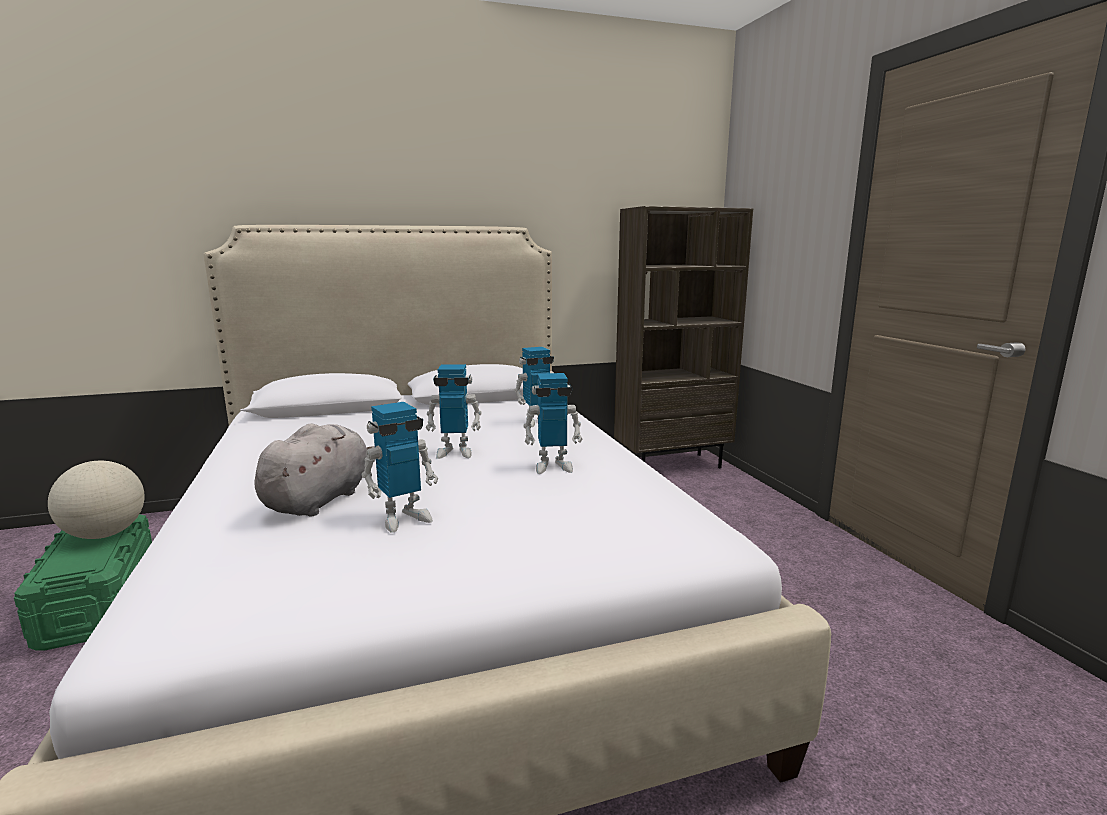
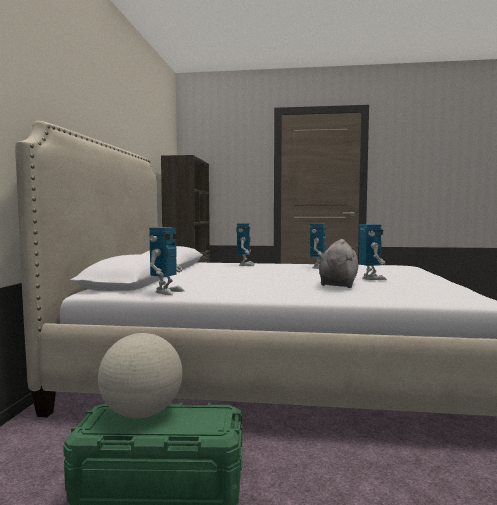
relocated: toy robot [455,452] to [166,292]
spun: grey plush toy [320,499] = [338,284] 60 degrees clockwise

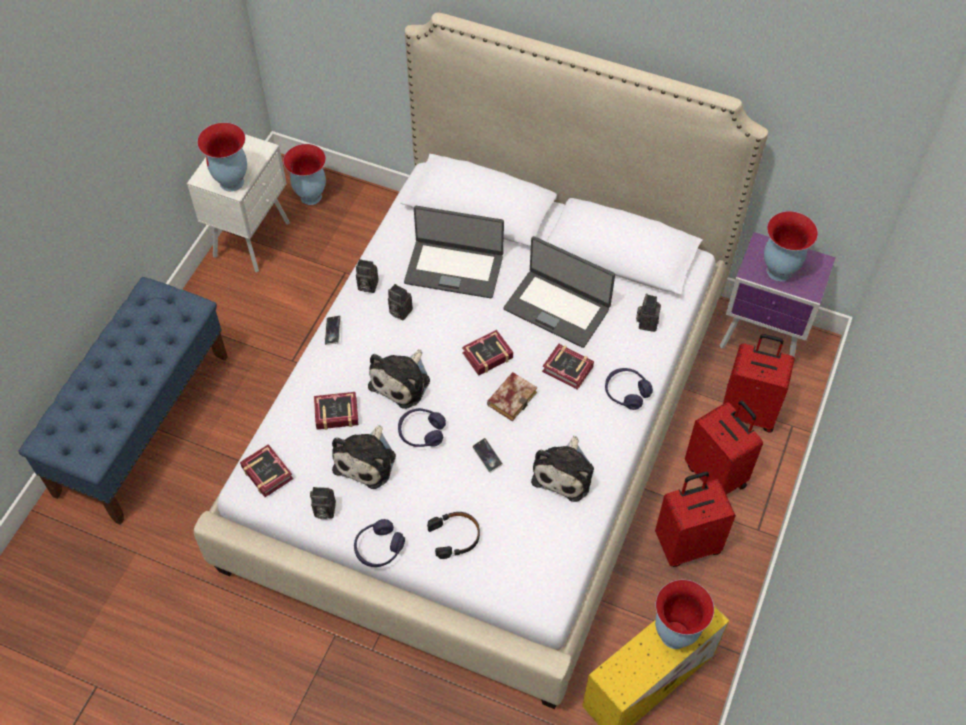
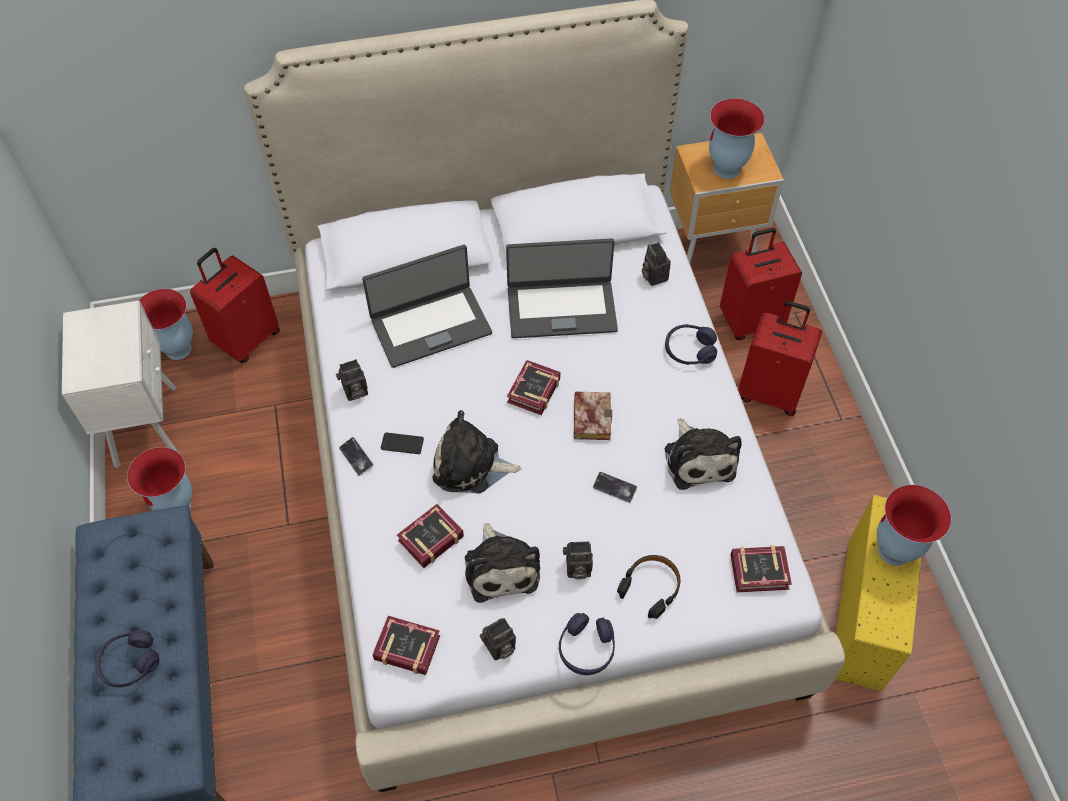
appeared: phone [402,443]
relocated: vase [232,183] to [177,507]; photo camera [399,311] to [576,569]; purple headphones [421,432] to [130,663]; book [568,371] to [762,573]; red suitcase [687,544] to [246,339]
colour: purple nightstand [763,341] to brown nightstand [713,253]
spun: plush toy [402,381] = [471,466] 105 degrees clockwise

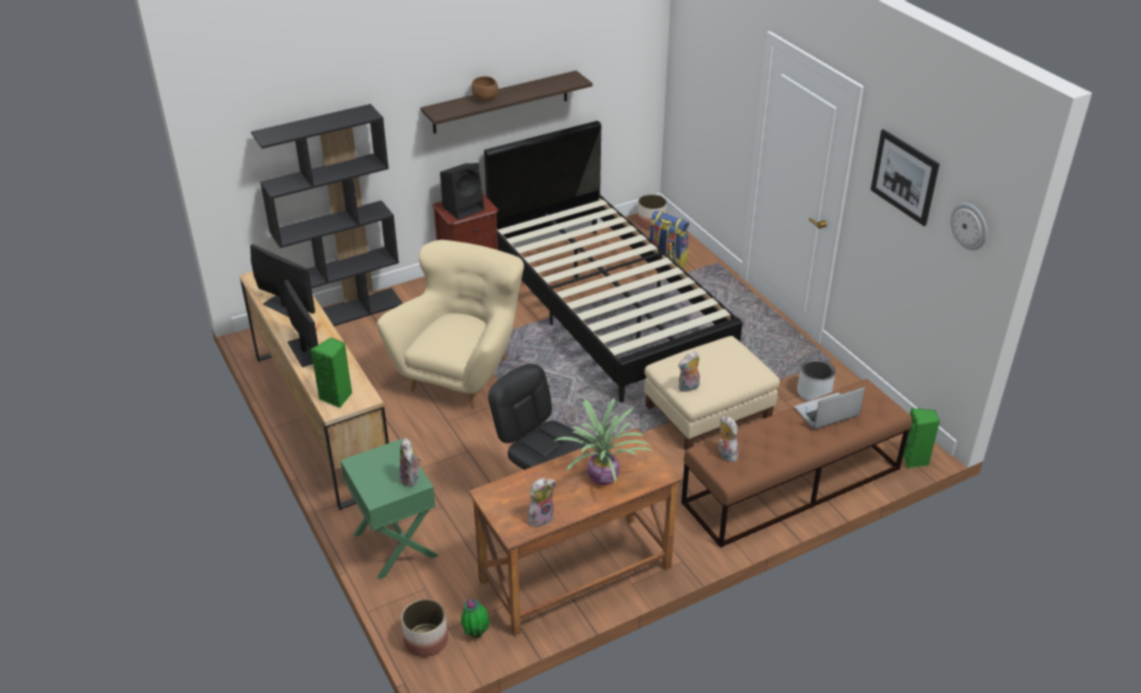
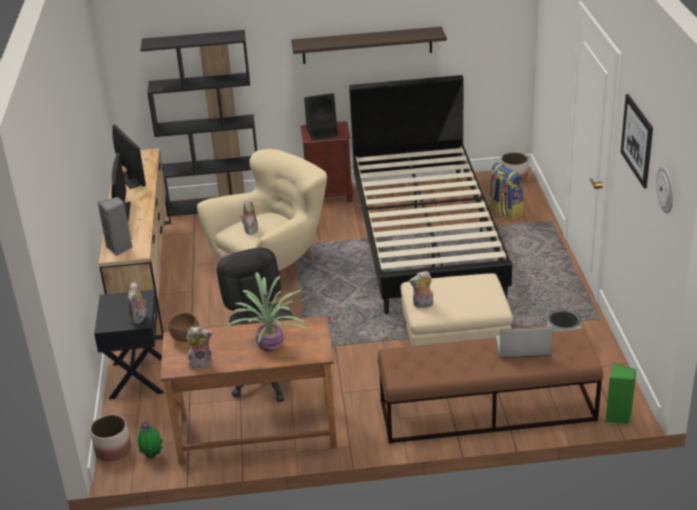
relocated: brown bowl [486,99] to [186,338]; plush toy [725,454] to [250,229]
colour: green speaker [337,397] to grey speaker [120,248]; green nightstand [394,545] to black nightstand [136,378]

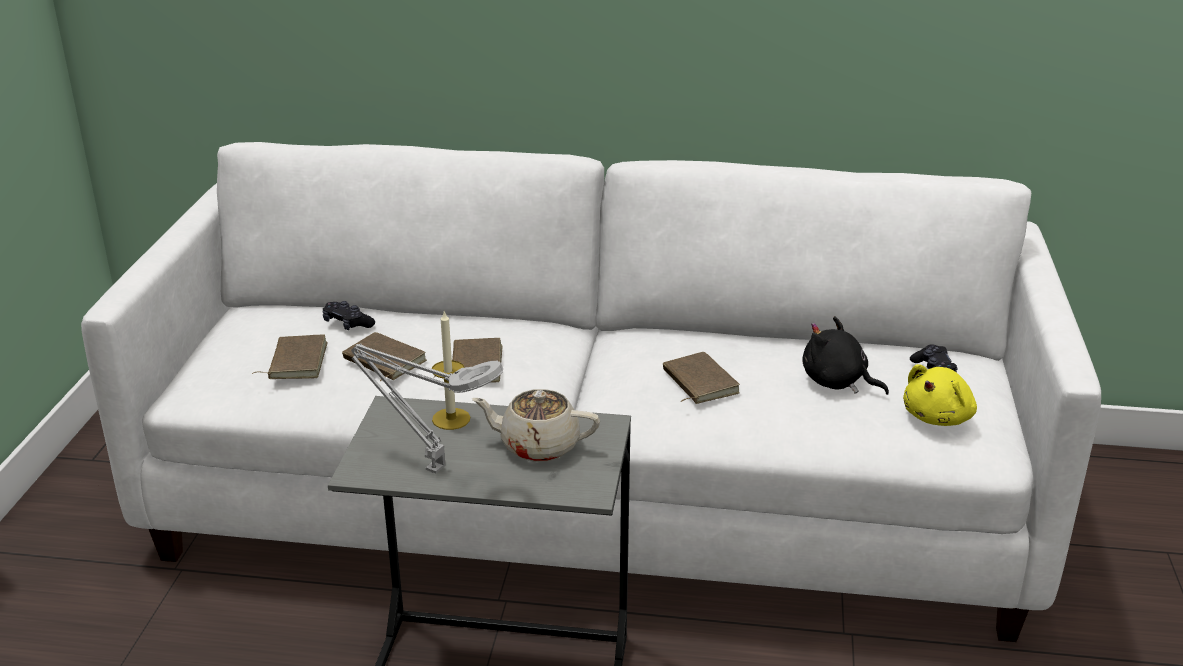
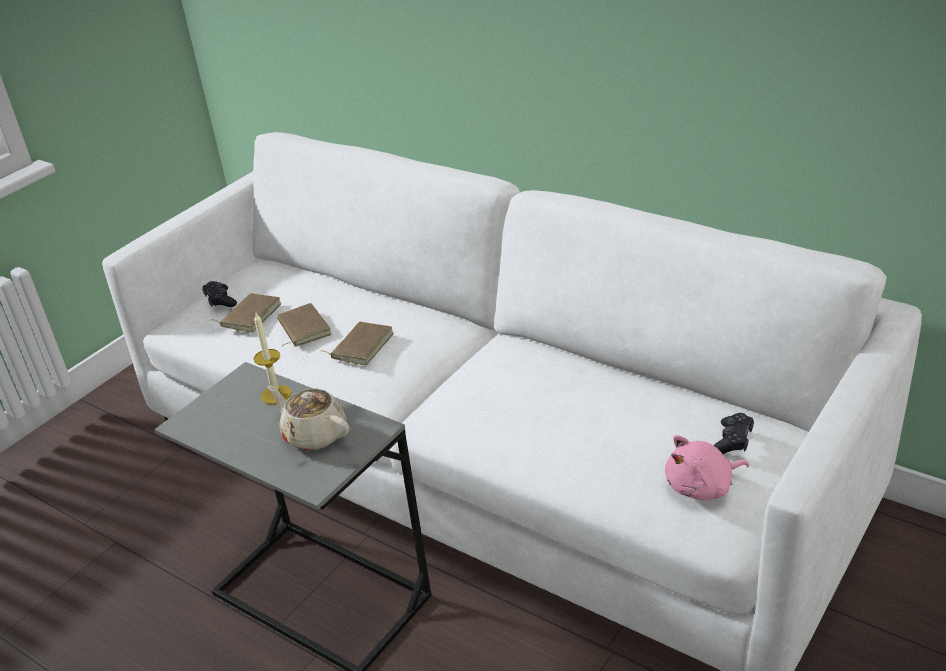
missing: grey table lamp [431,467]; brown book [697,382]; black plush toy [837,382]
relocated: black game controller [347,324] to [220,300]
colour: yellow plush toy [939,417] to pink plush toy [702,487]

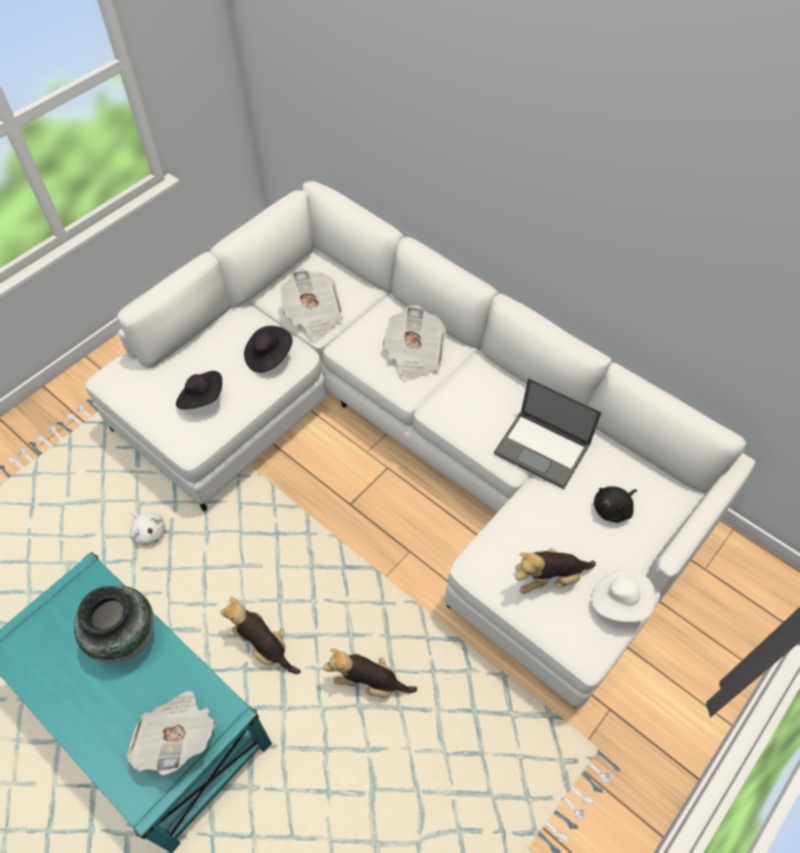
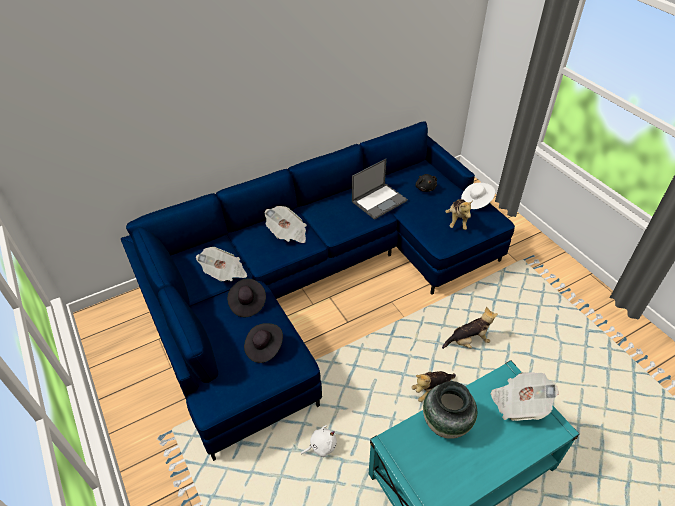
colour: white sofa [408,443] to blue sofa [316,282]
spun: plush toy [369,682] = [468,341] 135 degrees counterclockwise

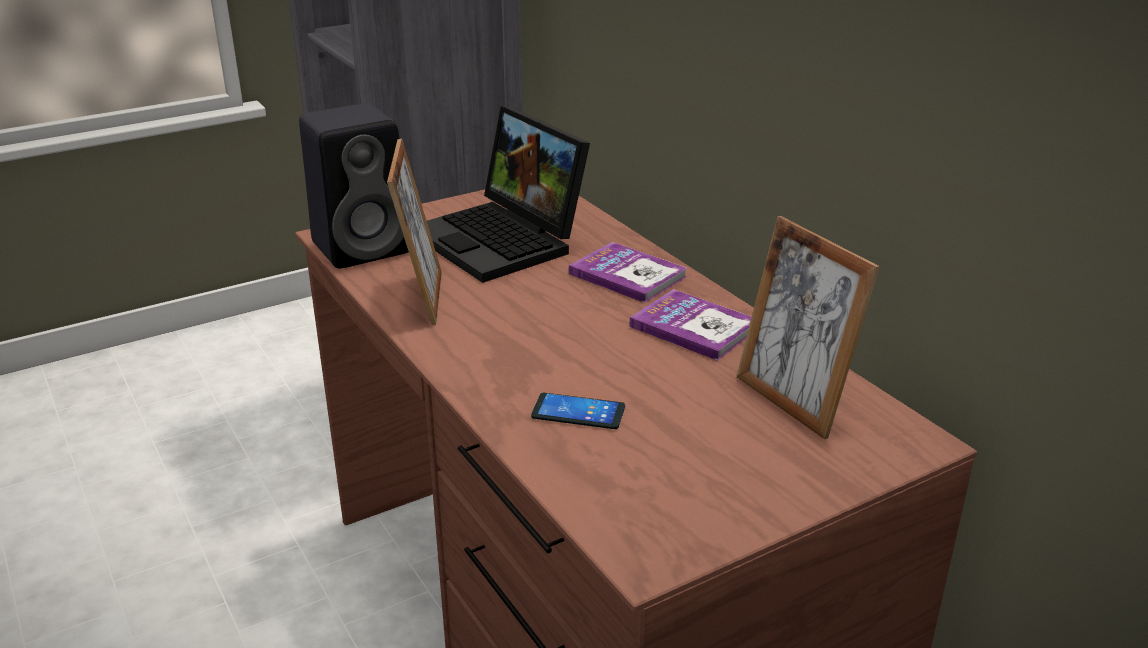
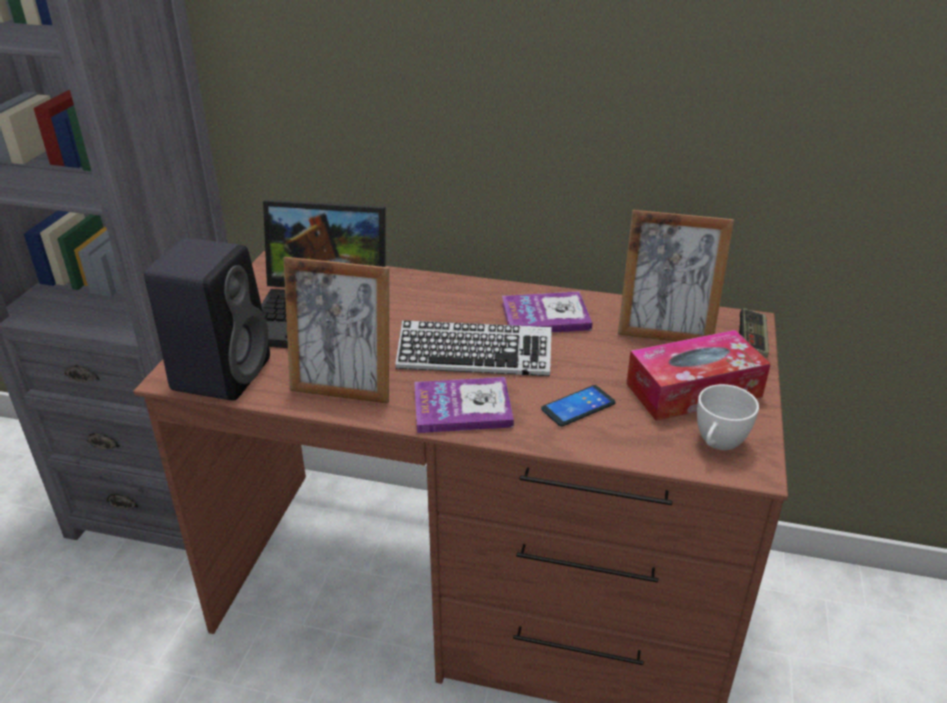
appeared: keyboard [474,356]; tissue box [693,390]; white cup [717,444]; game controller [752,342]
relocated: book [627,275] to [462,407]
spun: picture frame [421,298] = [343,388] 150 degrees clockwise

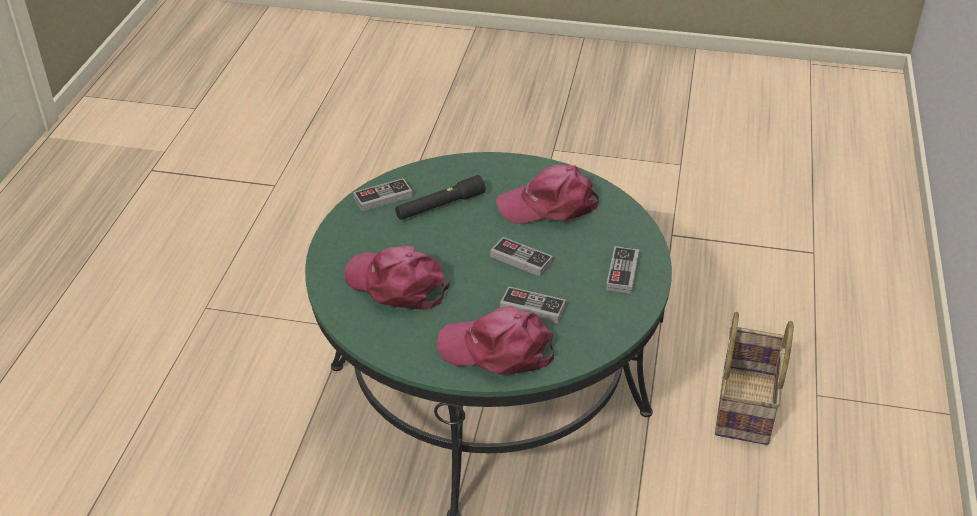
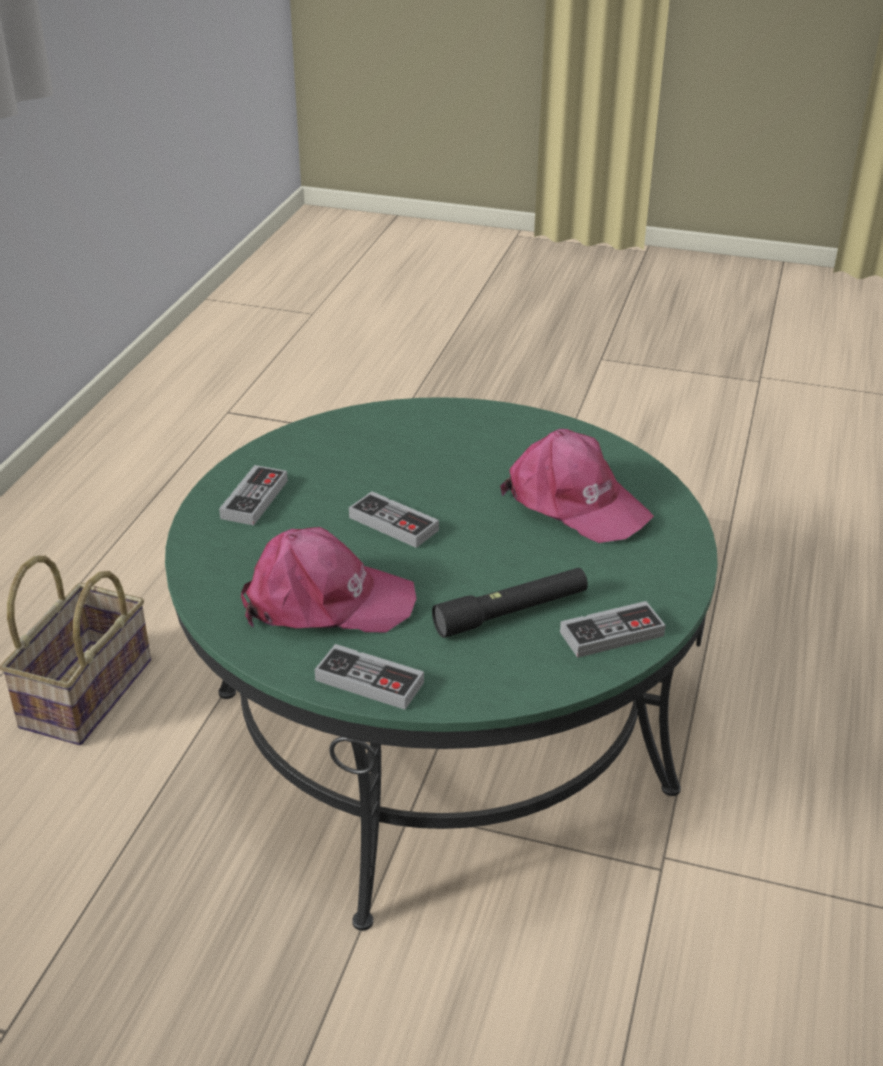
missing: pink cap [497,349]
relocated: game controller [532,307] to [369,681]

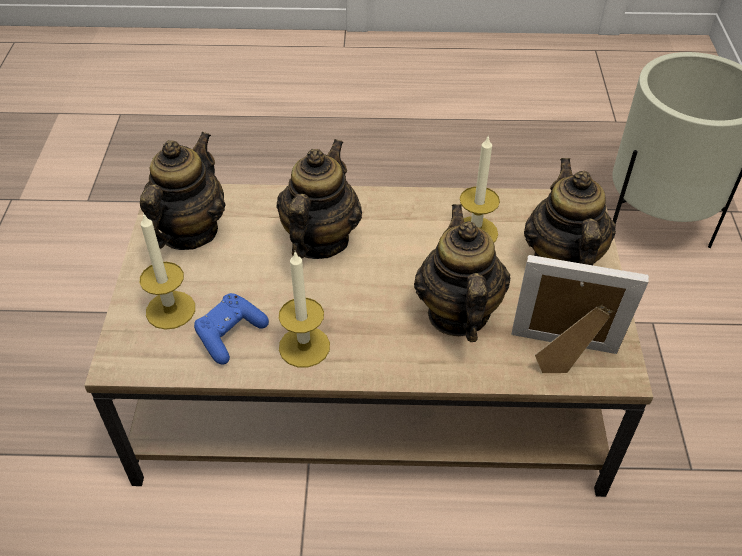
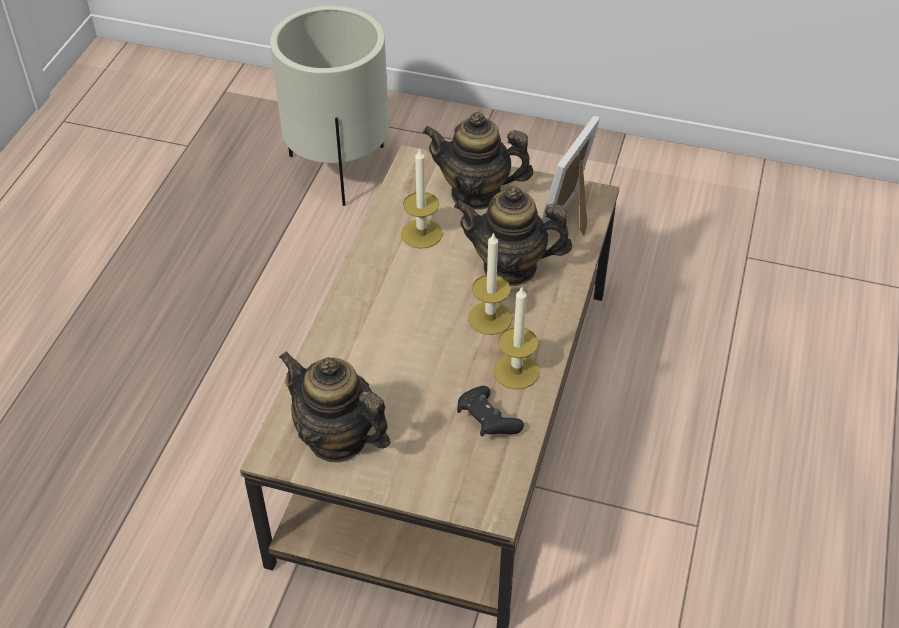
missing: teapot [319,240]
relocated: candle [170,310] to [490,318]
colour: blue game controller [230,335] to black game controller [487,421]

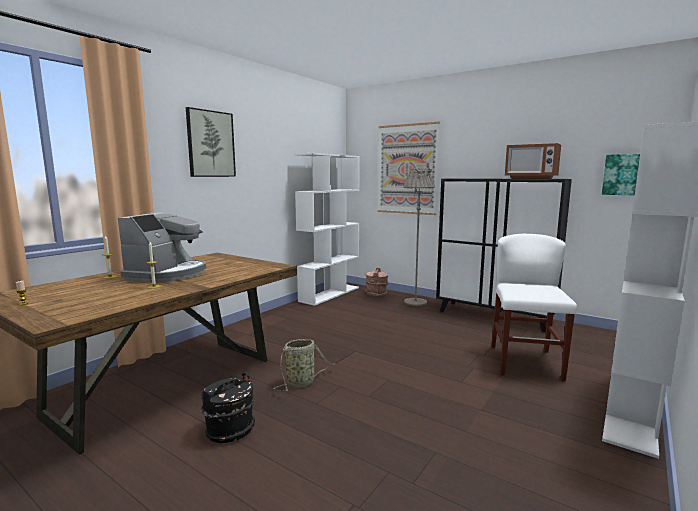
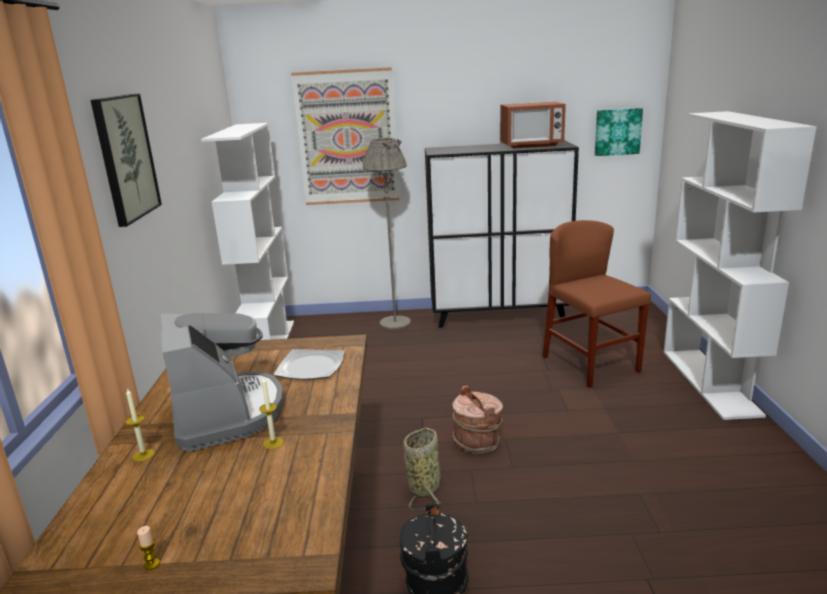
appeared: plate [311,367]
relocated: brown bucket [376,293] to [477,442]
colour: white chair [525,362] to brown chair [590,364]

